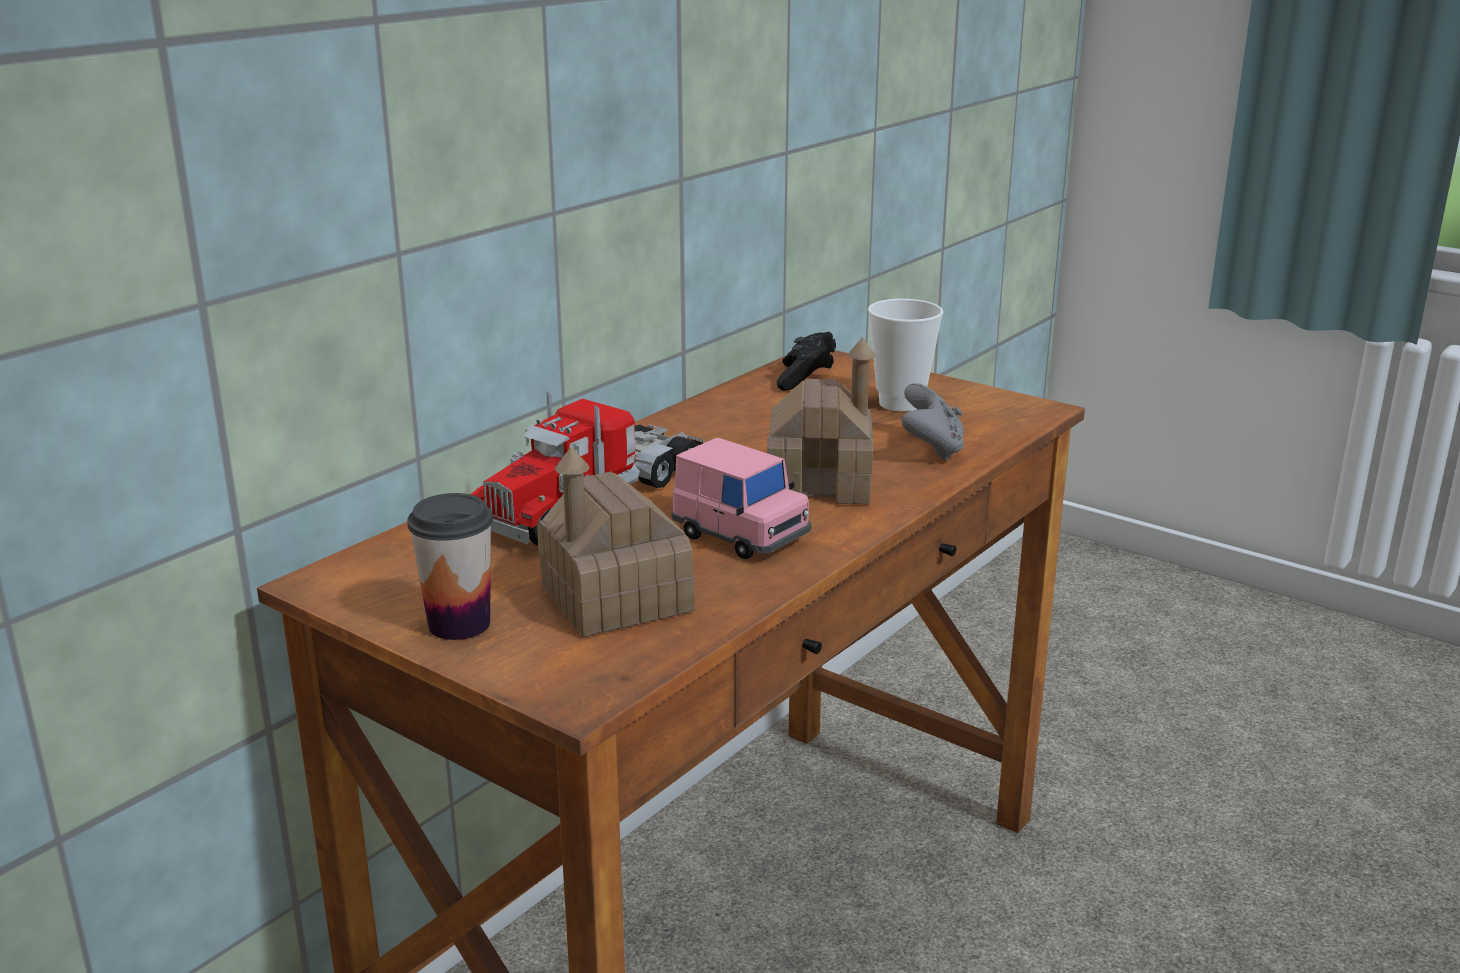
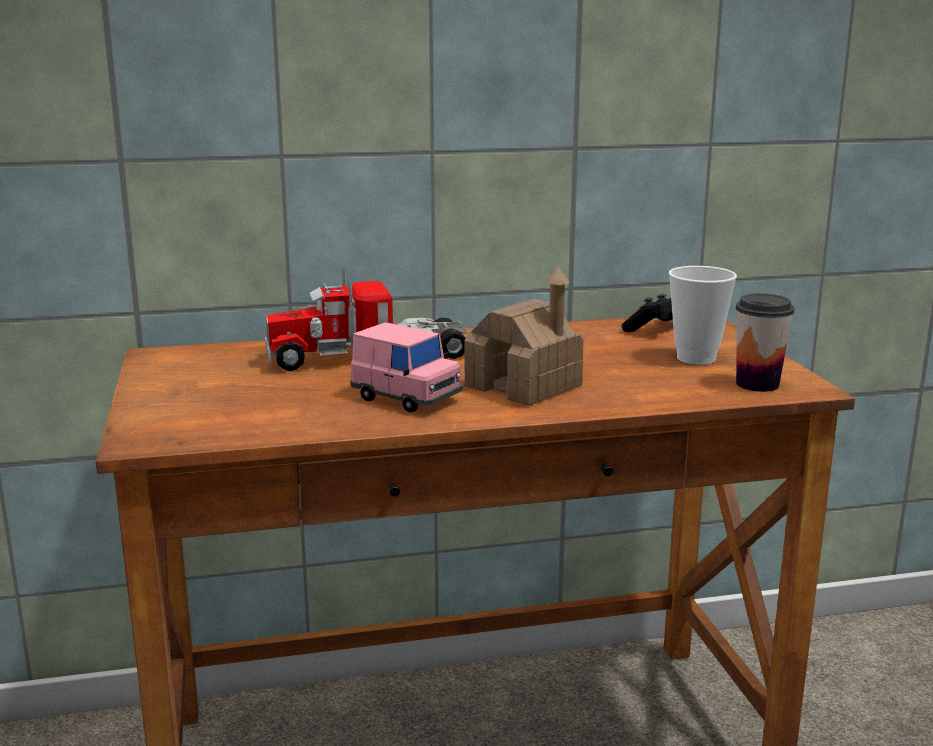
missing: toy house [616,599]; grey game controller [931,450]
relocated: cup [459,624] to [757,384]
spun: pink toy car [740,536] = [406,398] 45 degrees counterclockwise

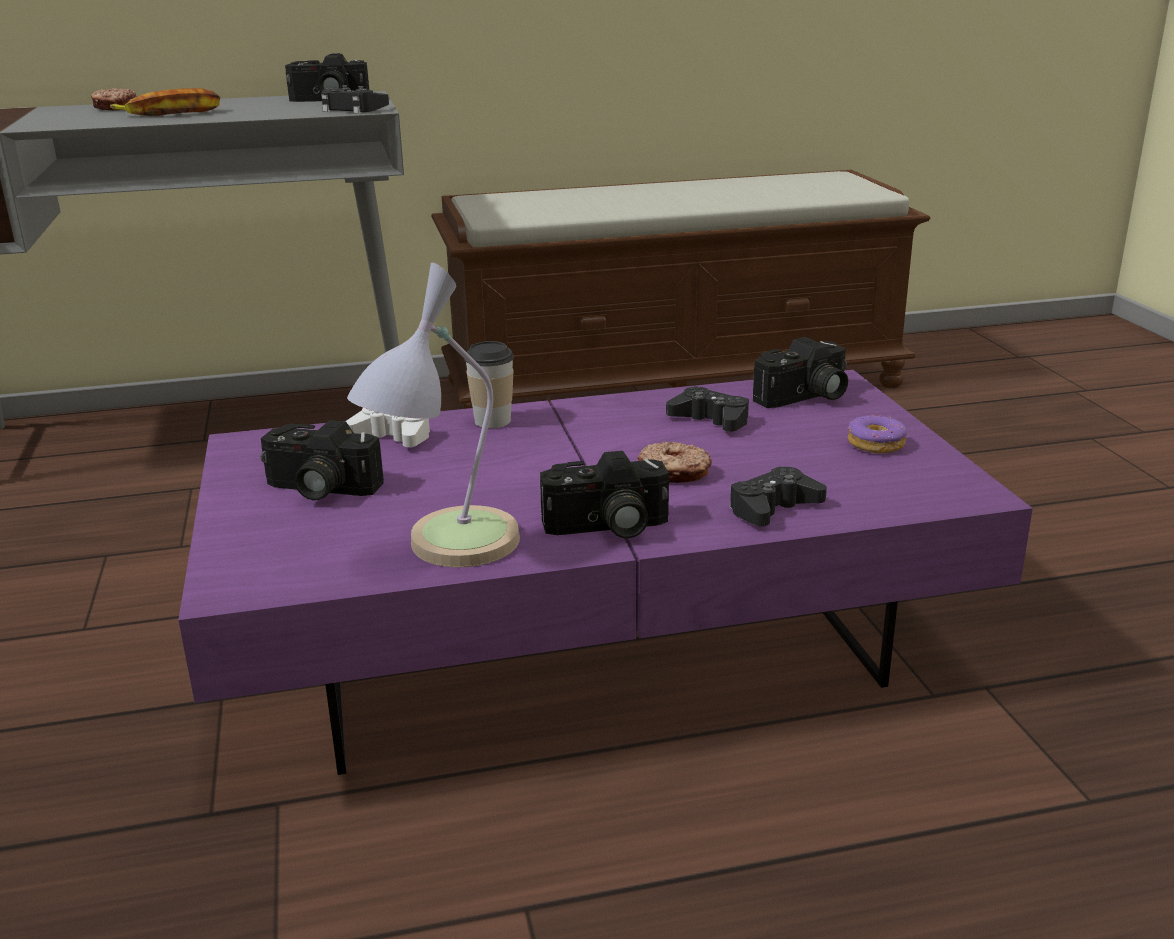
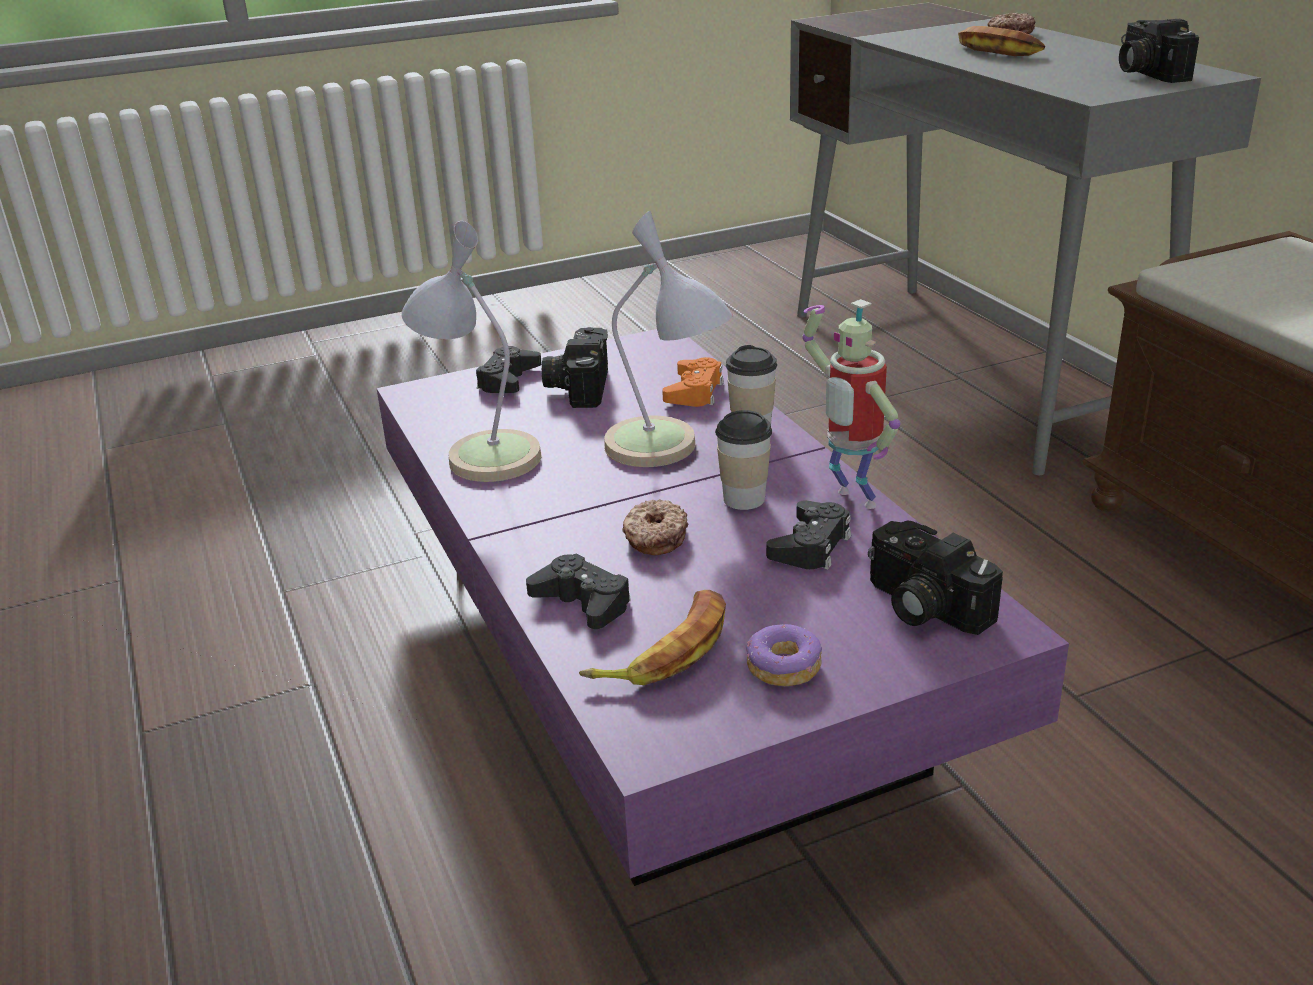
missing: photo camera [607,528]
appeared: banana [665,649]; table lamp [668,449]; cup [744,499]; toy robot [850,501]
relocated: black game controller [353,109] to [508,380]
colour: white game controller [392,436] to orange game controller [694,391]

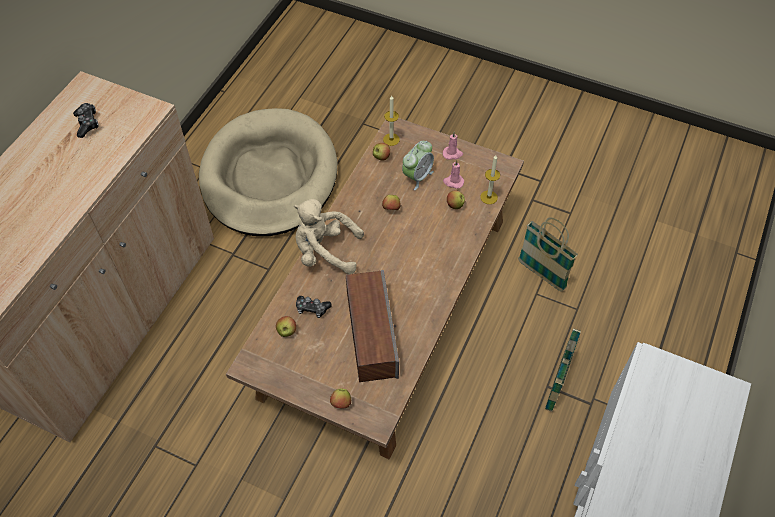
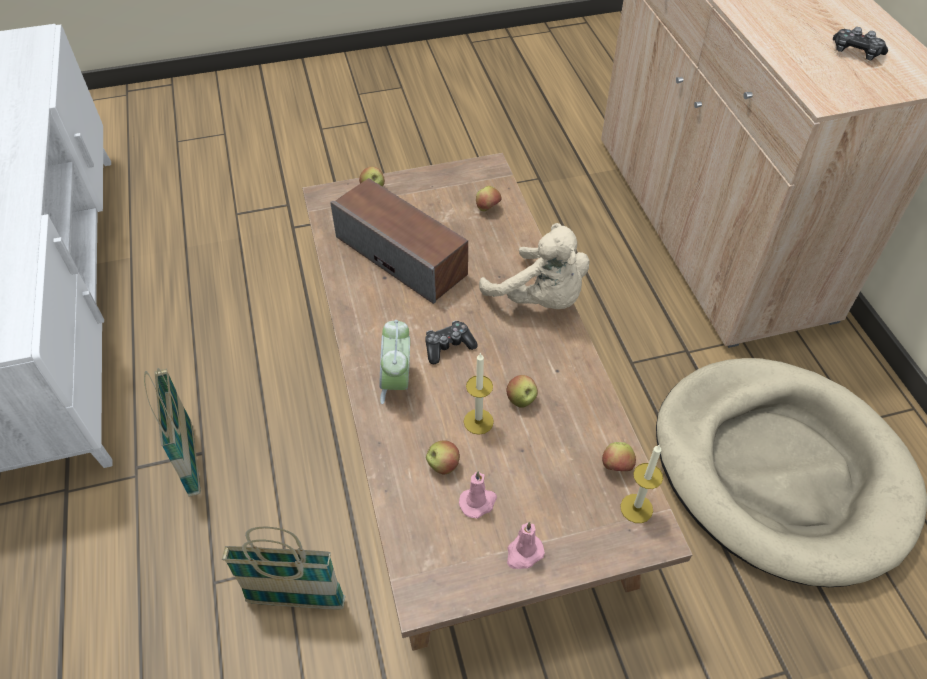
relocated: game controller [312,309] to [448,346]; alarm clock [417,176] to [396,382]; candle [489,197] to [478,421]
spun: beige plush toy [325,251] = [540,299] 75 degrees clockwise

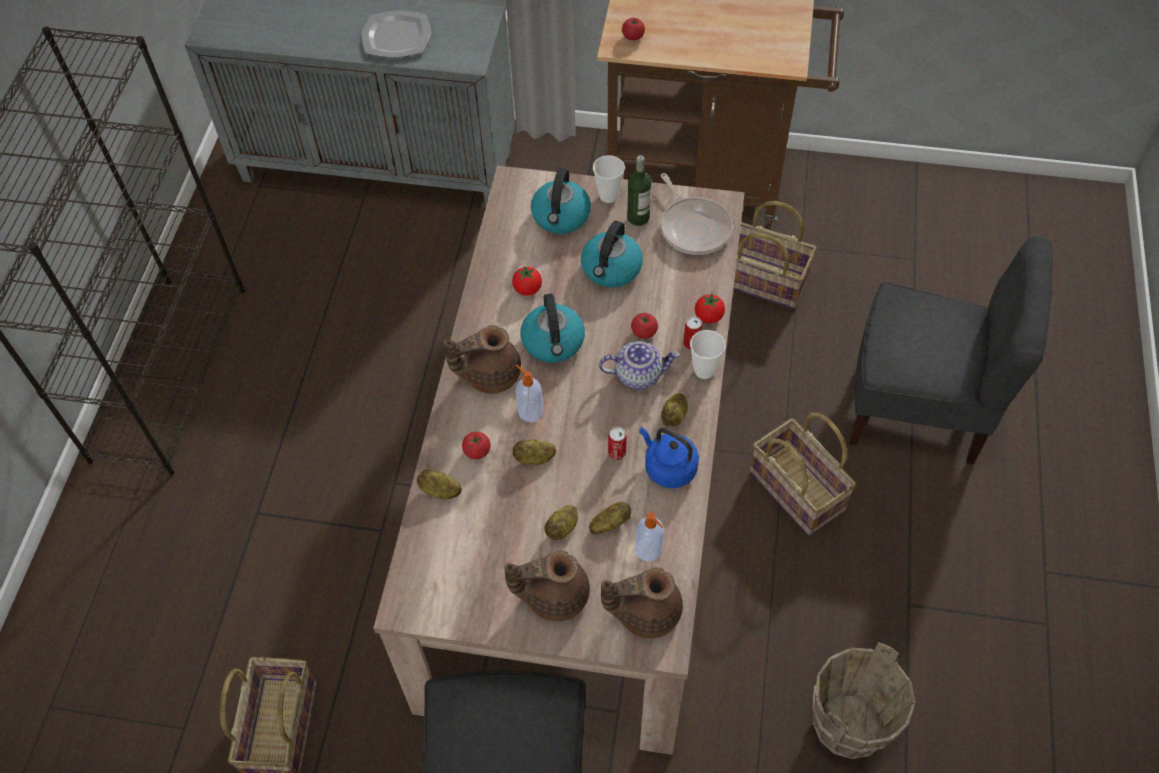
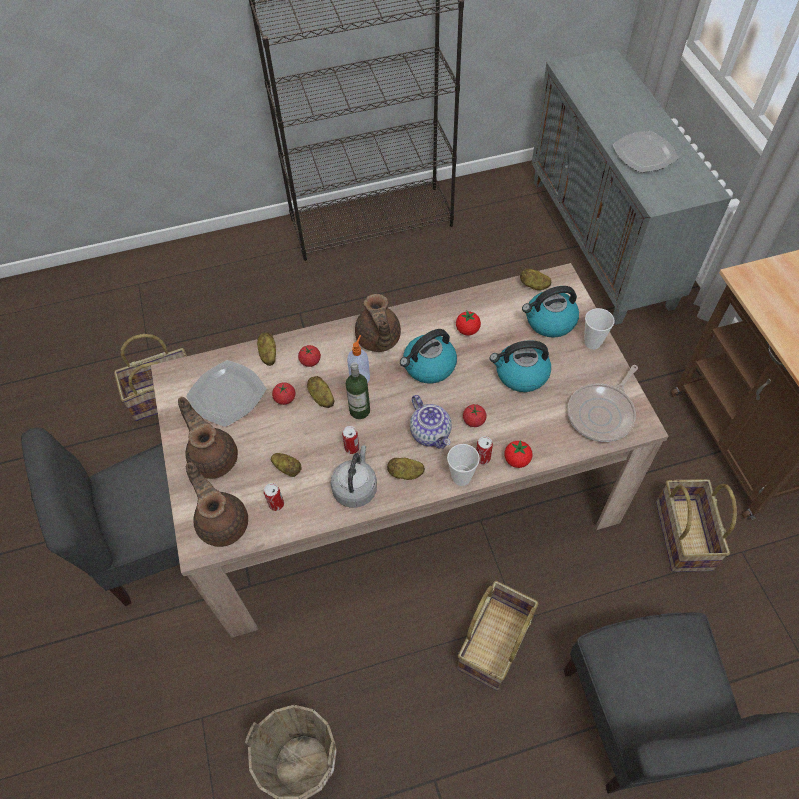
appeared: plate [226,395]
relocated: potato [562,528] to [534,285]; tomato [633,36] to [285,398]; bottle [638,217] to [359,410]
exchanged: soap dispenser [649,550] to can [276,504]
colour: blue kettle [668,467] to grey kettle [355,488]
spun: brown teapot [489,374] = [378,340] 150 degrees counterclockwise

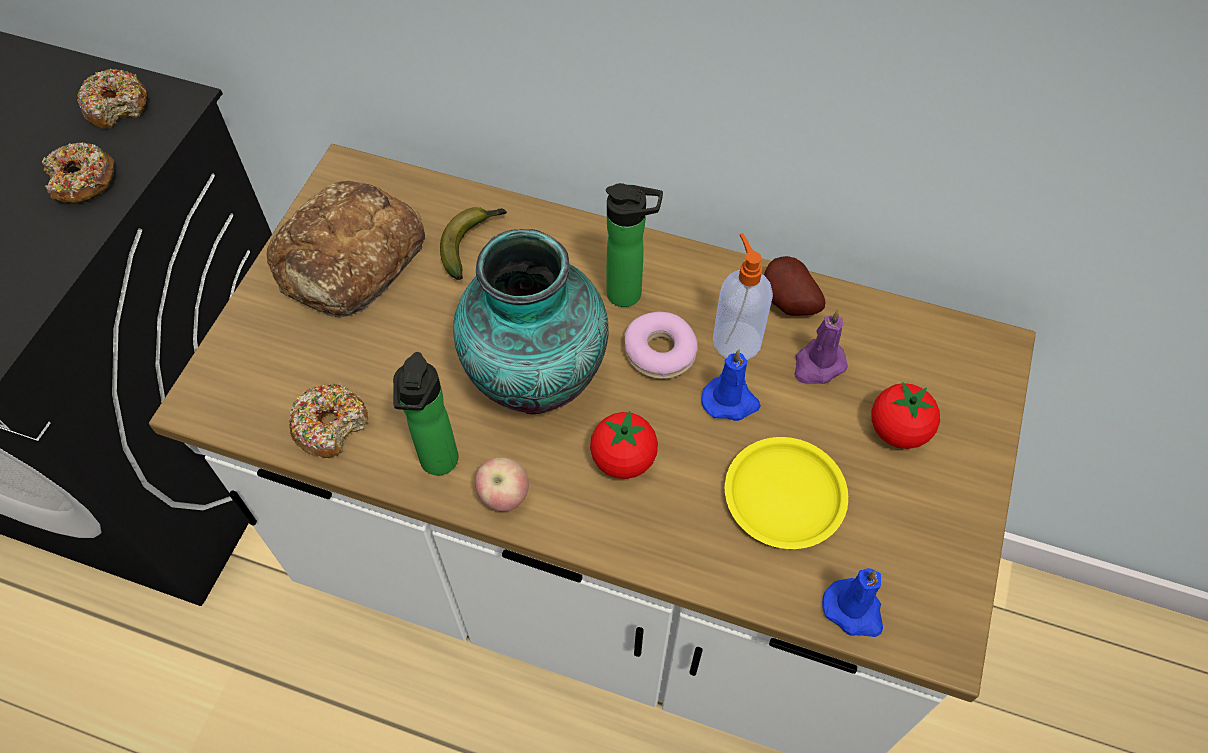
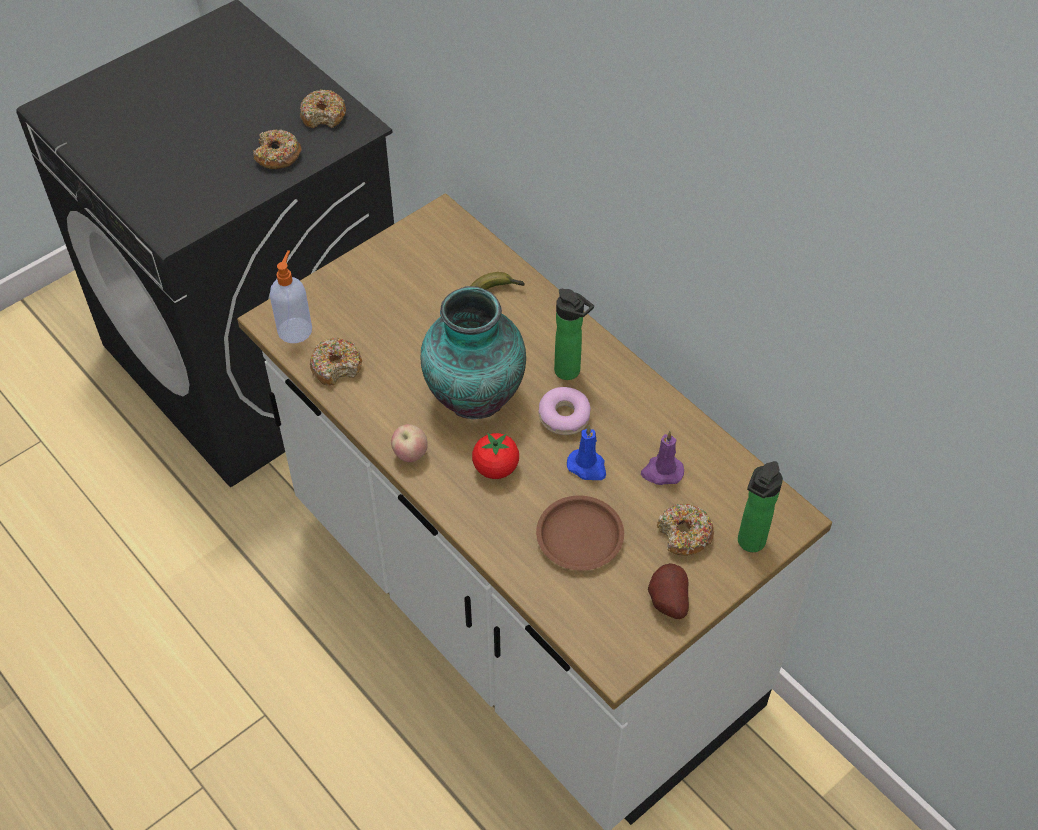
missing: bread [349,260]; blue candle [854,611]
relocated: bottle [438,465] to [749,544]; soap dispenser [736,339] to [295,329]; potato [787,303] to [666,601]
exchanged: tomato [898,430] to donut [684,535]
colour: yellow plate [783,496] to brown plate [579,536]

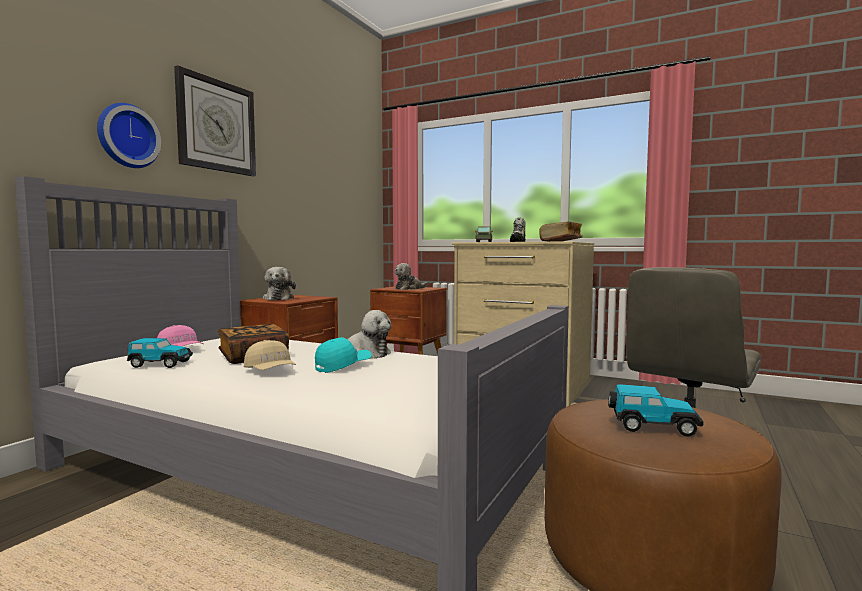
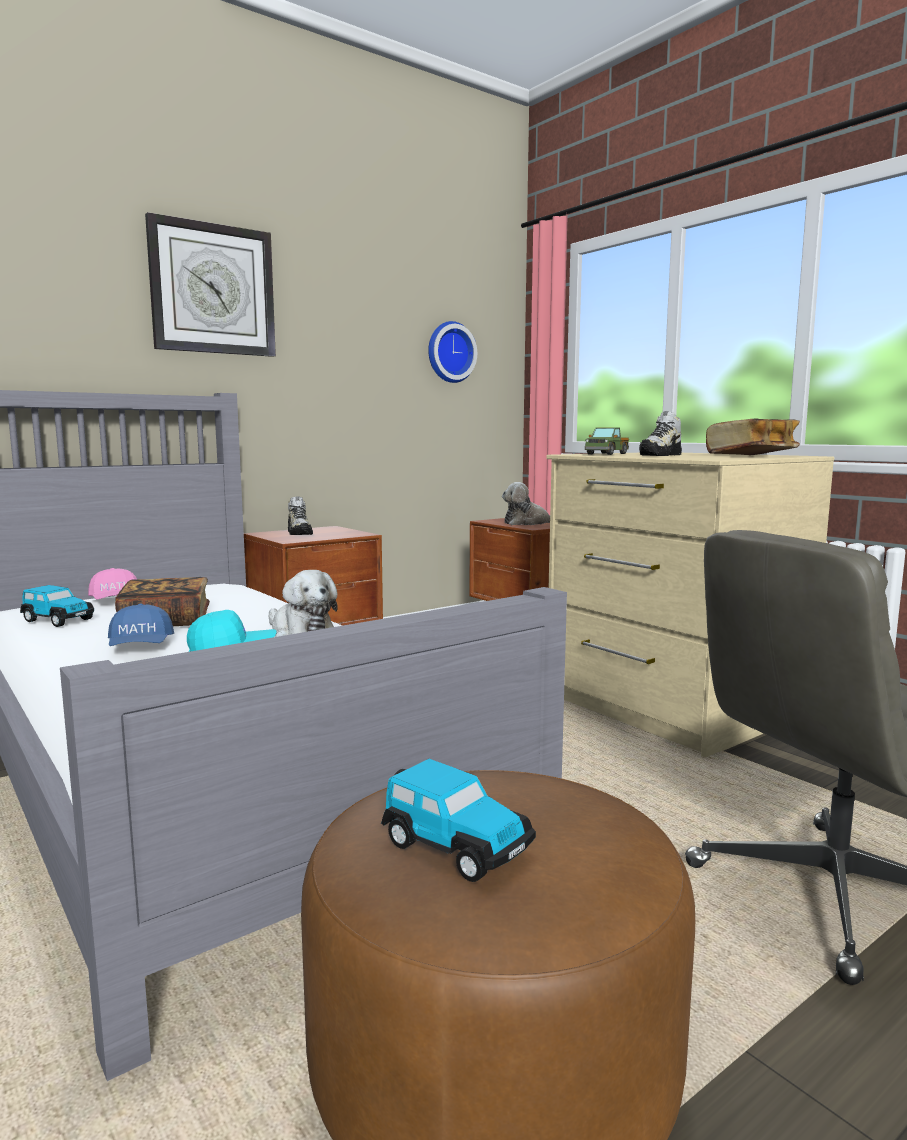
relocated: wall clock [127,136] to [449,352]
exchanged: plush toy [279,298] to shoe [299,533]
colour: beige cap [271,371] to blue cap [140,647]

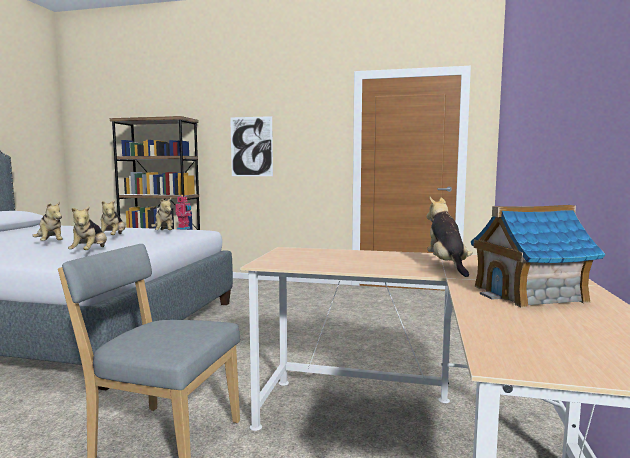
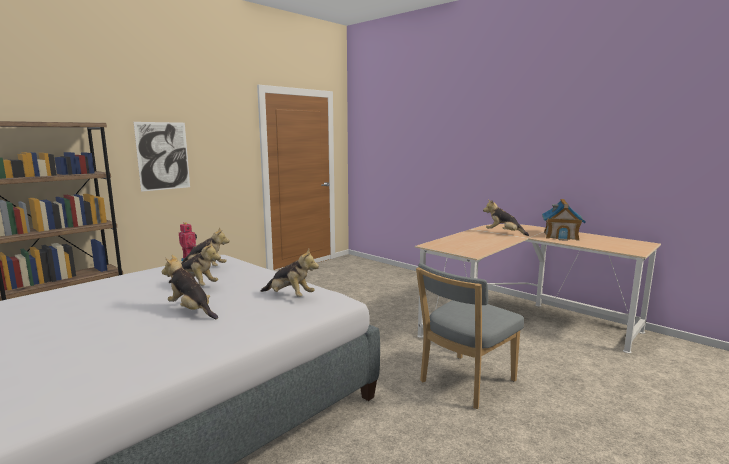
spun: plush toy [50,244] = [191,310] 135 degrees counterclockwise

